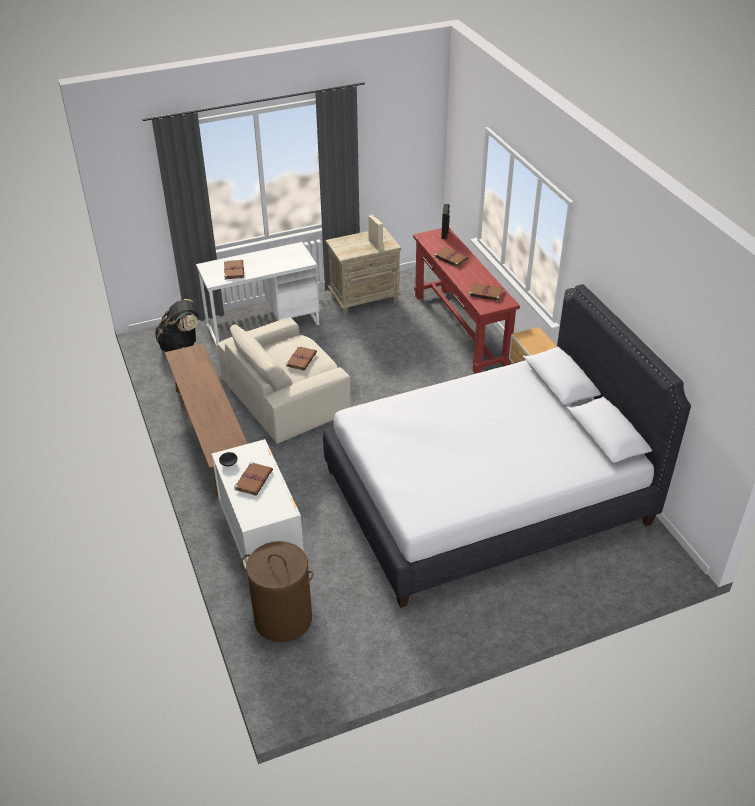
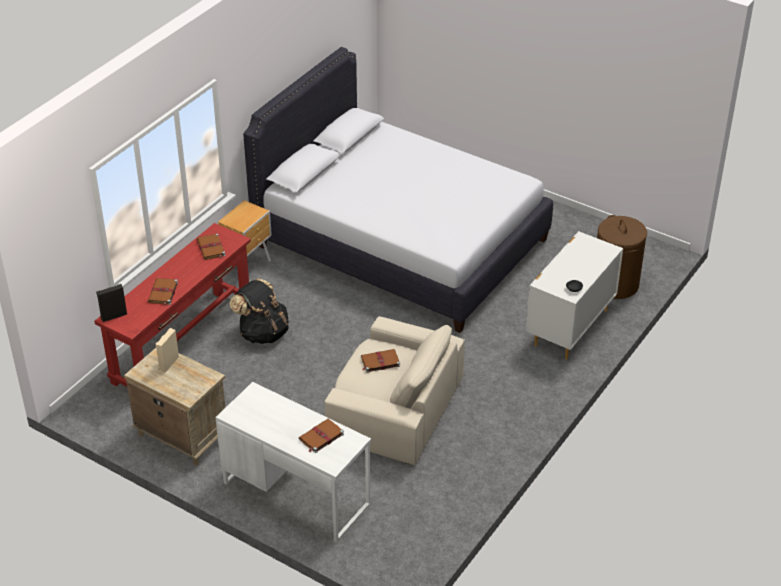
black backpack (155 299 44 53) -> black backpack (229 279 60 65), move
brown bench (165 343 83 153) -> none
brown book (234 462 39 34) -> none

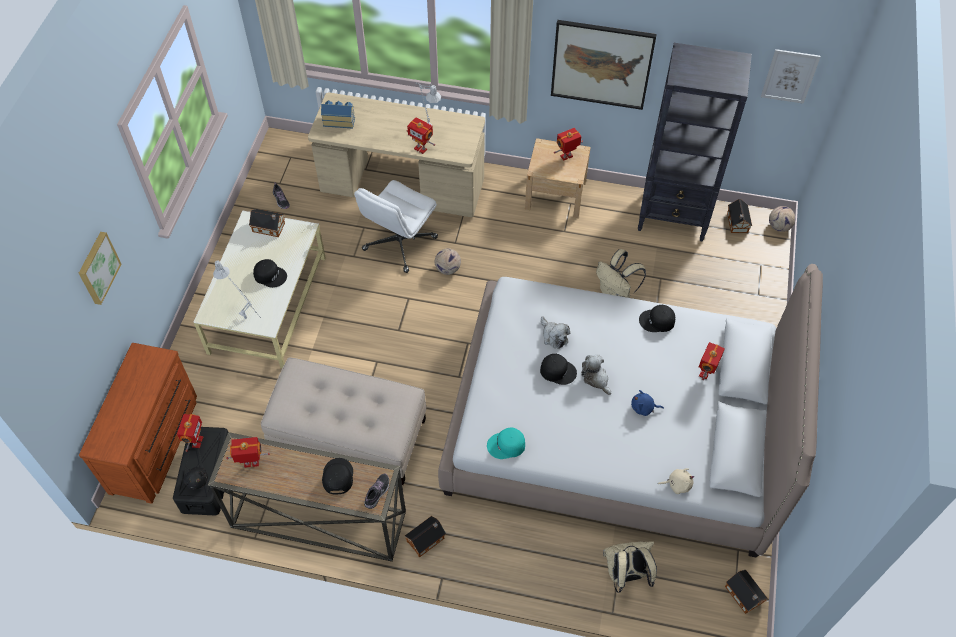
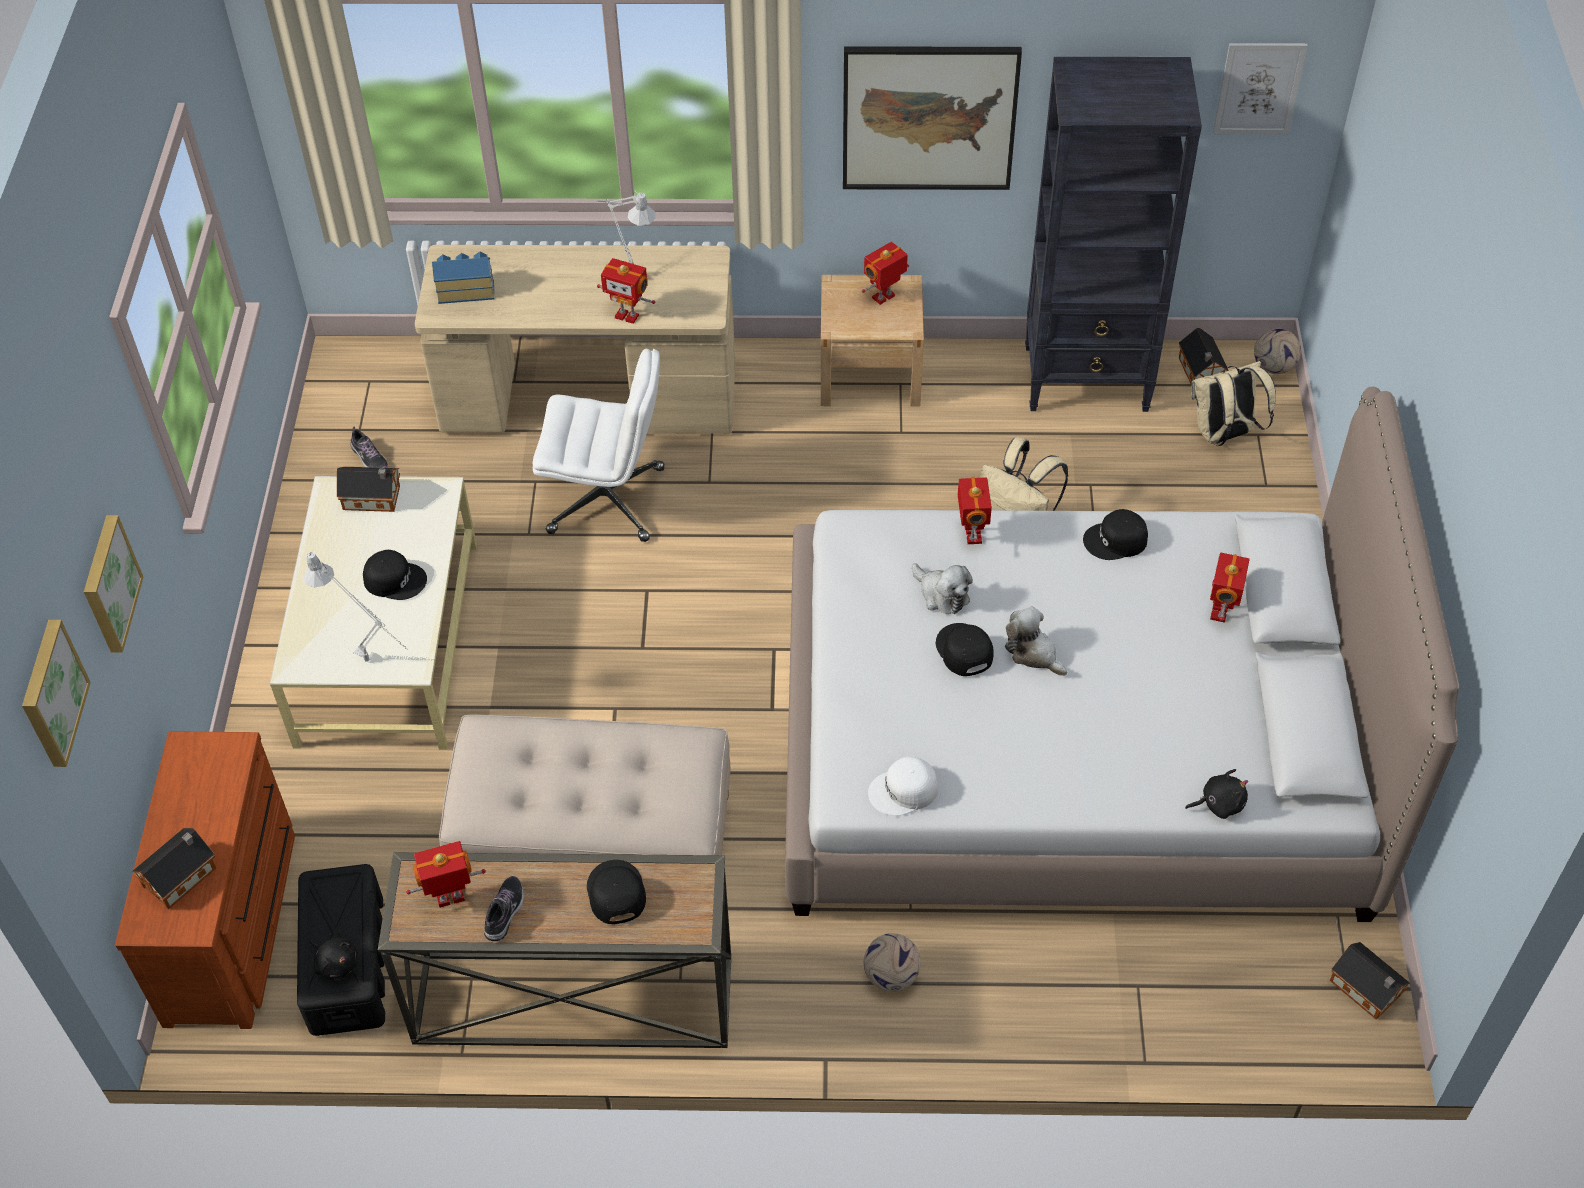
toy robot (177 414 26 38) -> toy robot (958 477 34 67), move
white office chair (354 180 84 93) -> white office chair (533 349 131 193), 105 degrees counterclockwise
shoe (364 473 25 36) -> shoe (484 876 40 65), move
toy house (405 516 41 41) -> toy house (132 828 84 81), move
football (435 248 26 27) -> football (864 933 57 59), move
turquoise cap (487 428 38 31) -> white cap (868 756 70 60)
black cap (540 354 37 31) -> black cap (936 623 58 53), 120 degrees counterclockwise
beige backpack (603 541 54 52) -> beige backpack (1191 361 85 85), move
blue plush toy (631 390 33 26) -> none
beige plush toy (658 468 36 26) -> black plush toy (1185 769 63 50)
none -> picture (22 620 69 147)

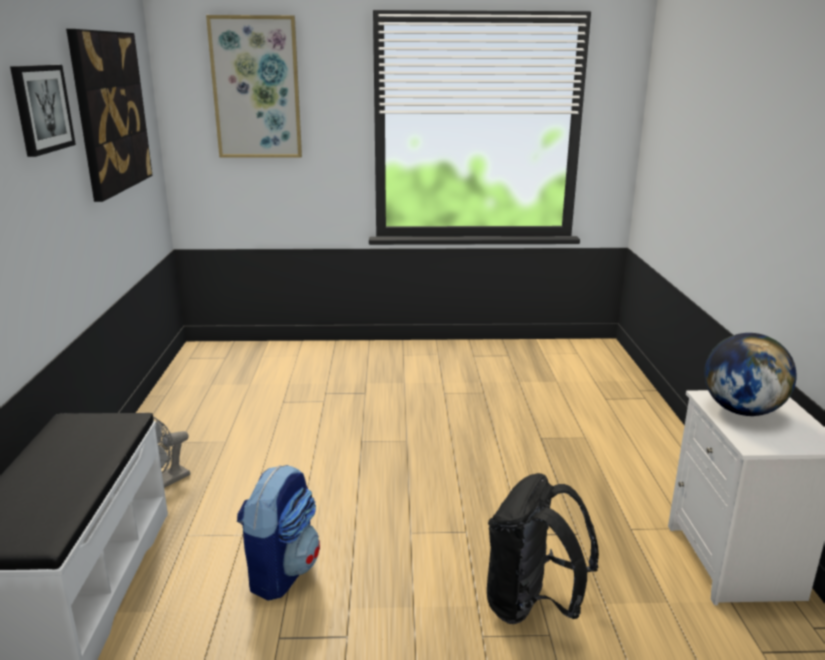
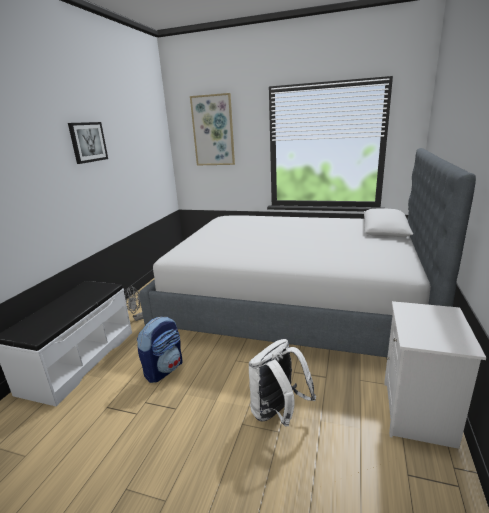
picture (66 29 87 173) -> none
black backpack (487 473 112 151) -> white backpack (249 339 67 87)
globe (704 333 93 83) -> none
none -> bed (139 148 337 209)

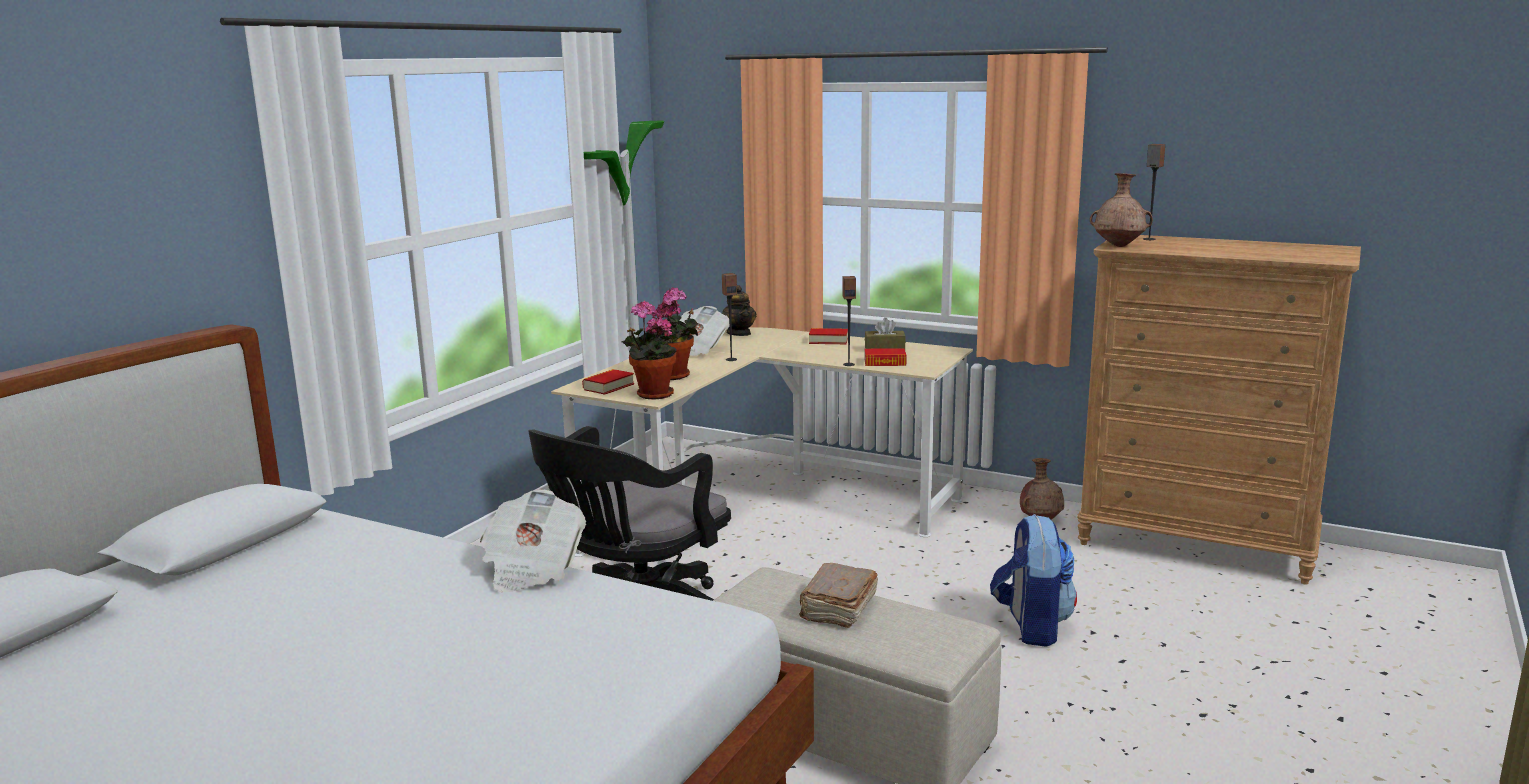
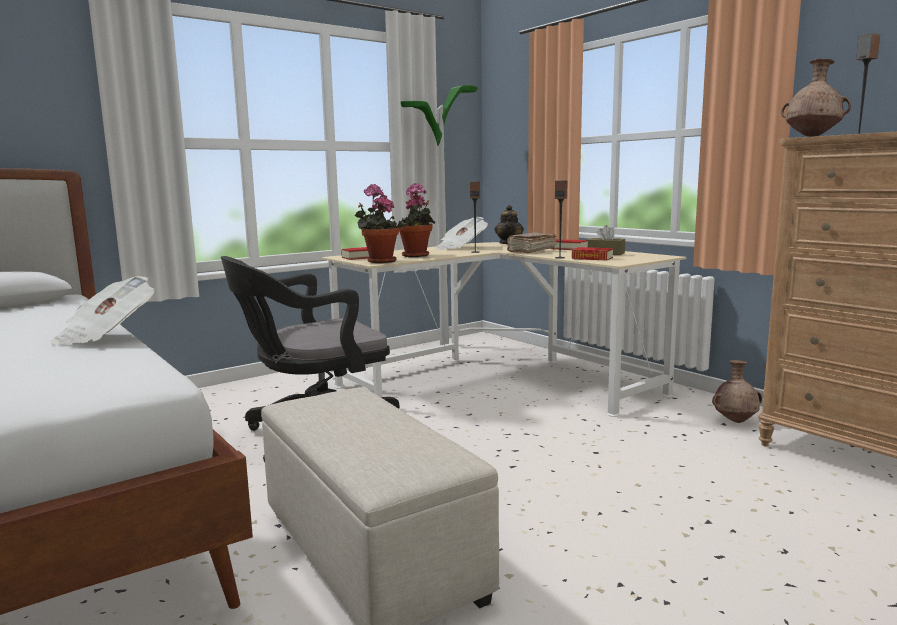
brown book (799 563 79 65) -> brown book (507 232 50 21), move
backpack (990 514 87 133) -> none

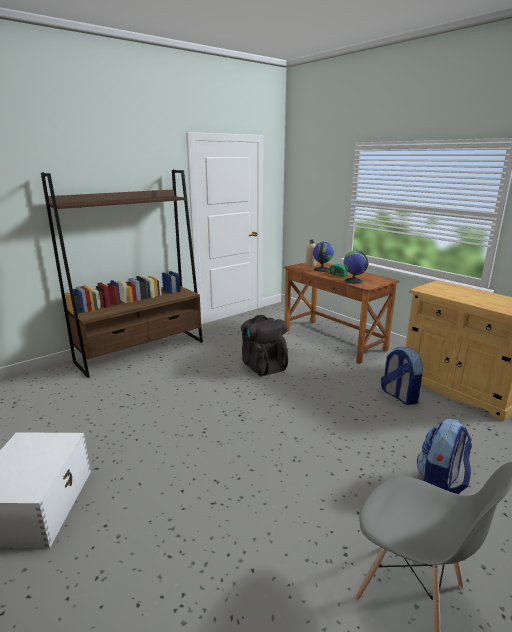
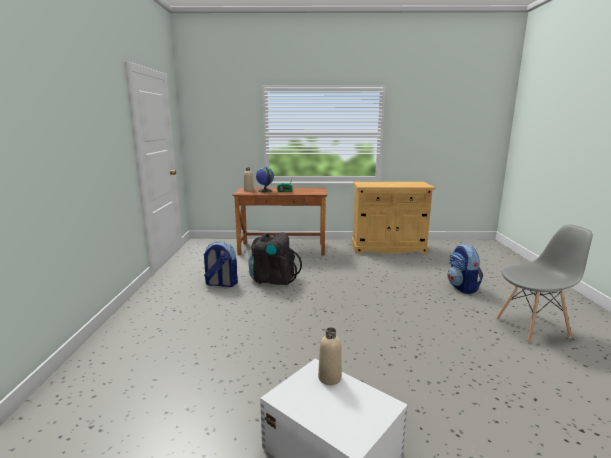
brown bookcase (41 170 162 208) -> none
globe (344 251 24 33) -> none
backpack (381 346 42 59) -> backpack (203 242 35 45), move
none -> beige bottle (318 327 24 58)

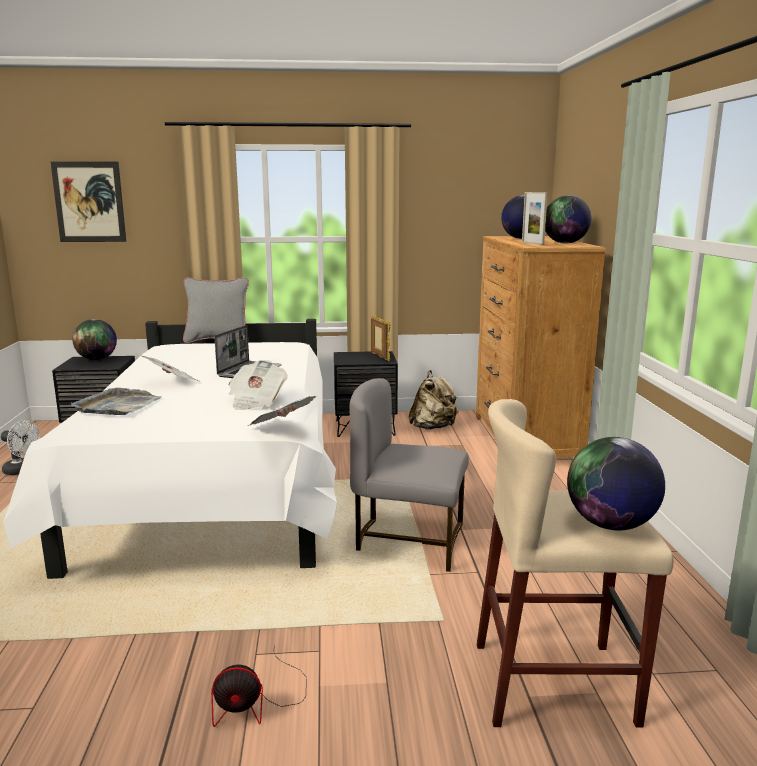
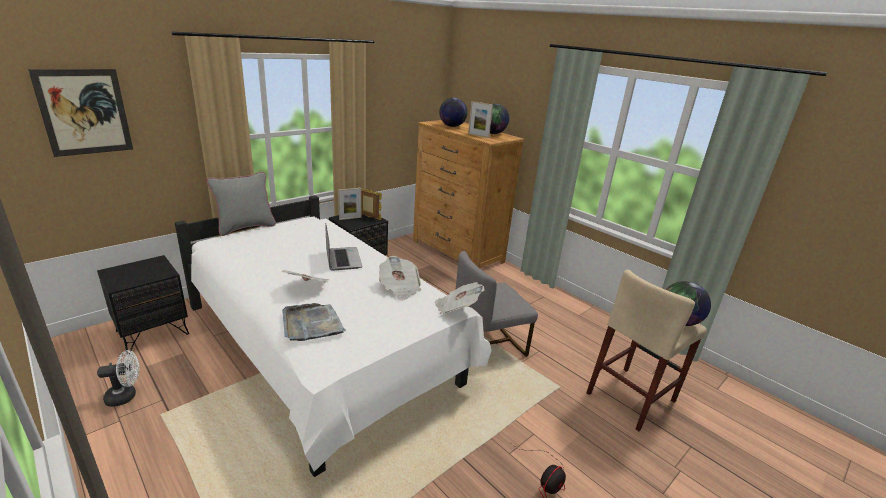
globe (72 319 45 41) -> none
beige backpack (409 370 50 60) -> none
none -> picture frame (338 188 23 32)

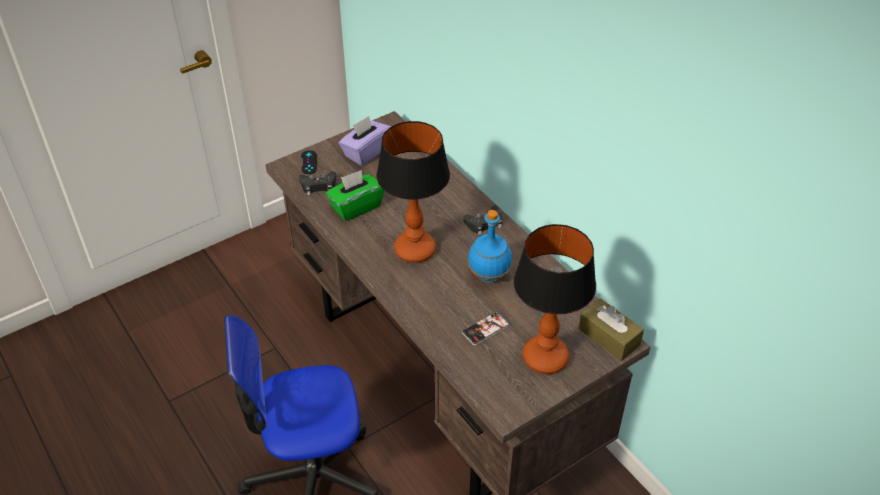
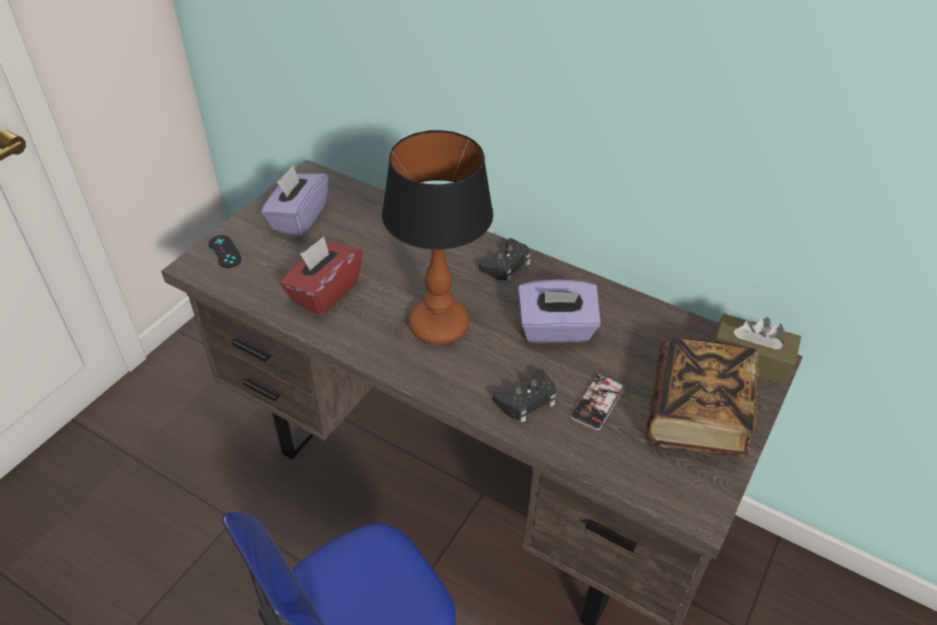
black game controller (299 171 37 24) -> black game controller (493 369 63 54), move
green tissue box (326 170 58 51) -> red tissue box (280 236 82 79)
blue bottle (468 210 44 73) -> purple tissue box (518 280 83 63)
table lamp (513 224 83 150) -> book (647 337 112 121)

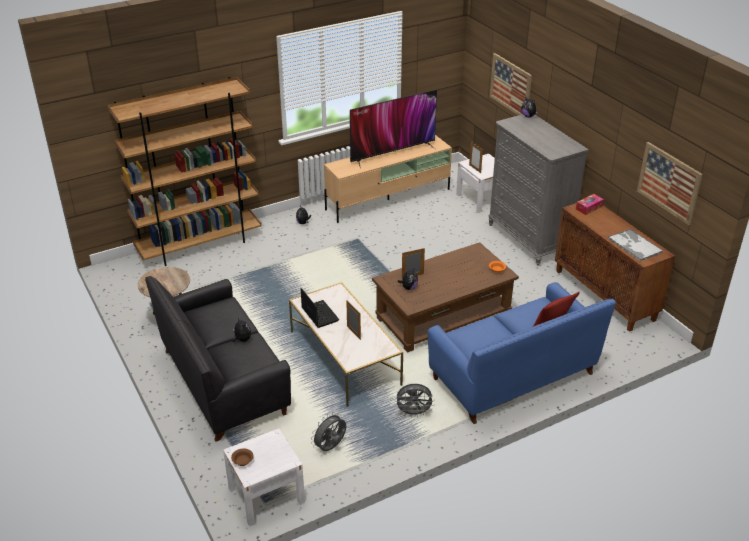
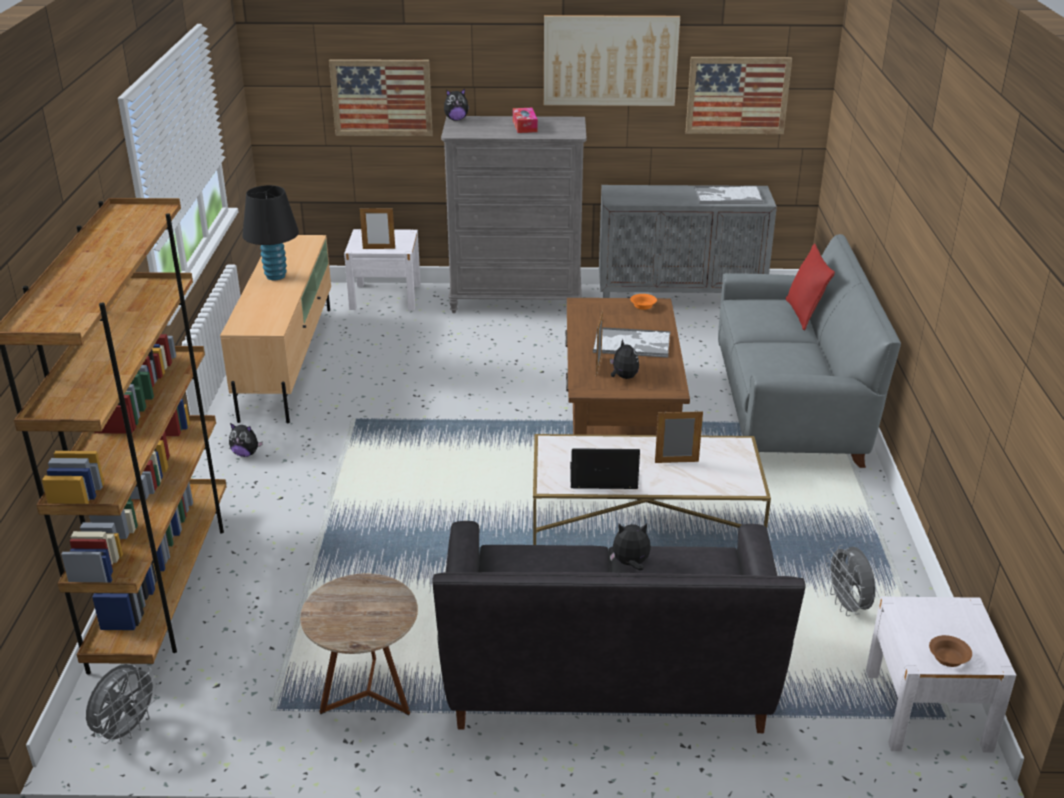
television (350 89 87 80) -> black table lamp (242 185 57 95)
grey fan (395 384 40 33) -> grey fan (86 664 73 80), move
blue sofa (428 282 188 142) -> grey sofa (718 234 183 234)
brown cabinet (555 203 120 129) -> grey cabinet (599 185 178 113)
tissue box (576 194 28 21) -> tissue box (513 108 25 25), move
none -> picture (544 15 136 91)
none -> tray (593 327 78 31)

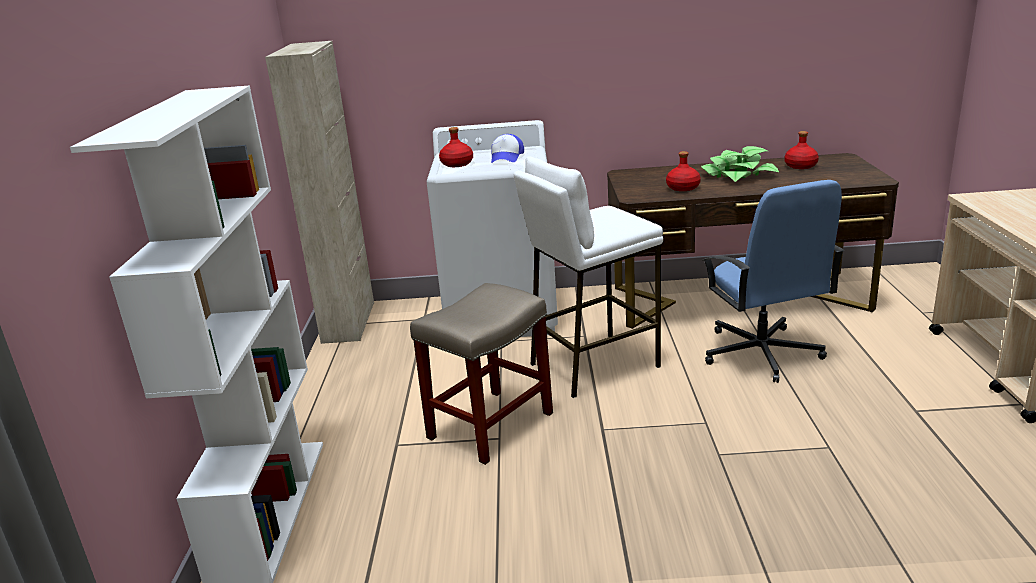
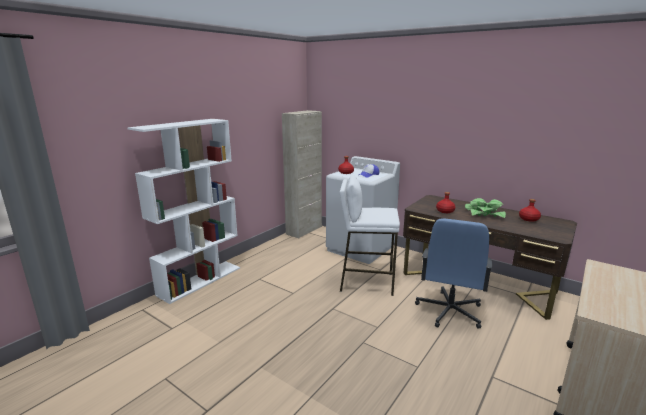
beige stool (410 283 143 182) -> none

